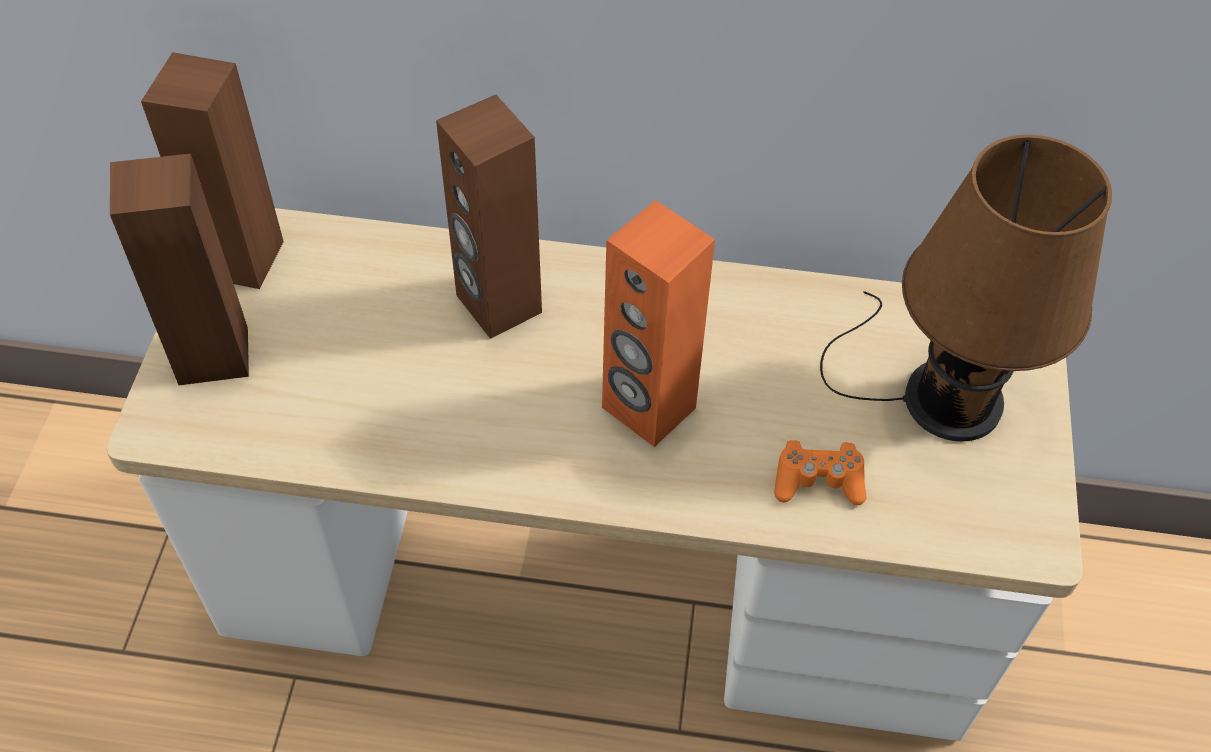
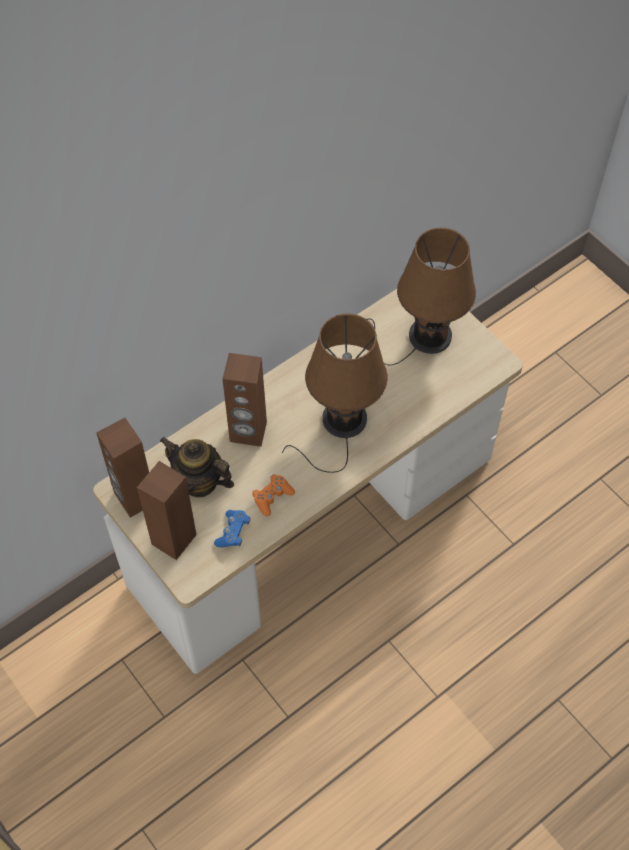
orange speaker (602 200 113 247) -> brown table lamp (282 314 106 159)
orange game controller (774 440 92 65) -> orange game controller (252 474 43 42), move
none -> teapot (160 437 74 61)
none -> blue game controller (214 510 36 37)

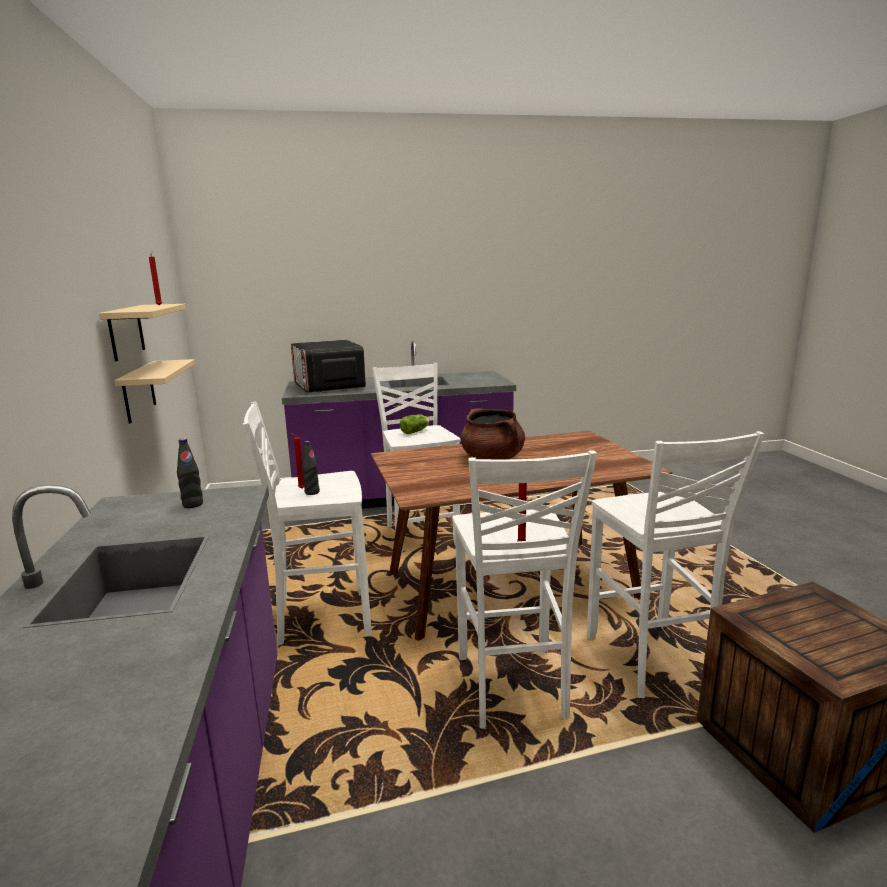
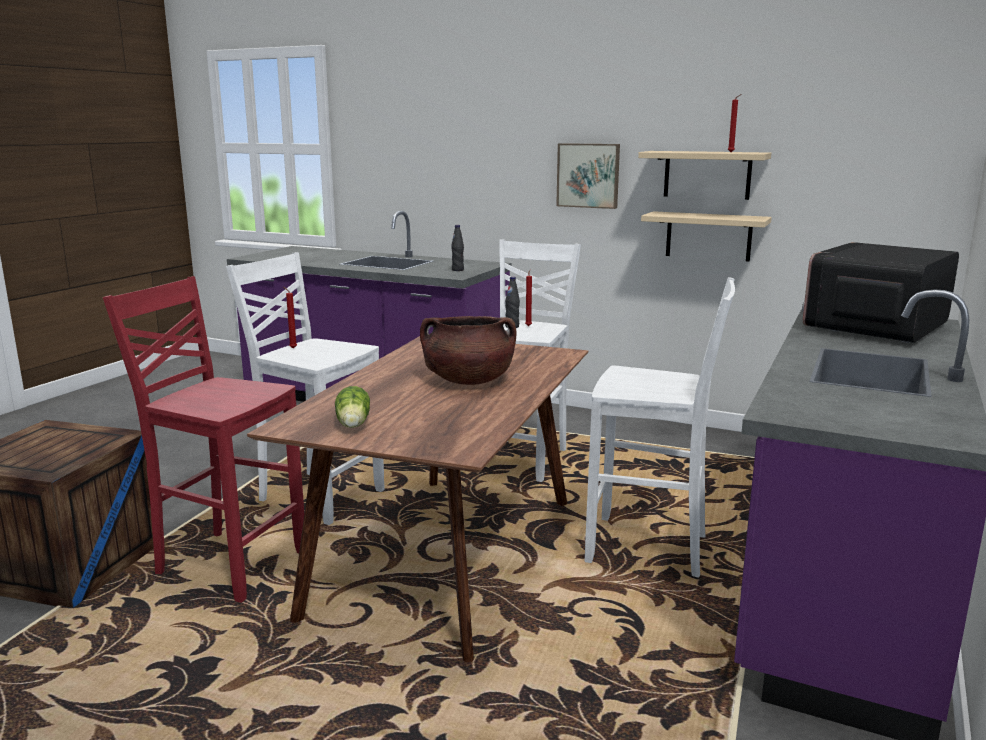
microwave (291 340 75 53) -> microwave (802 242 157 101), 60 degrees counterclockwise
lettuce (400 414 30 20) -> lettuce (335 386 35 42), move
white stool (587 431 178 267) -> red stool (103 276 201 327)
none -> picture (556 143 64 66)

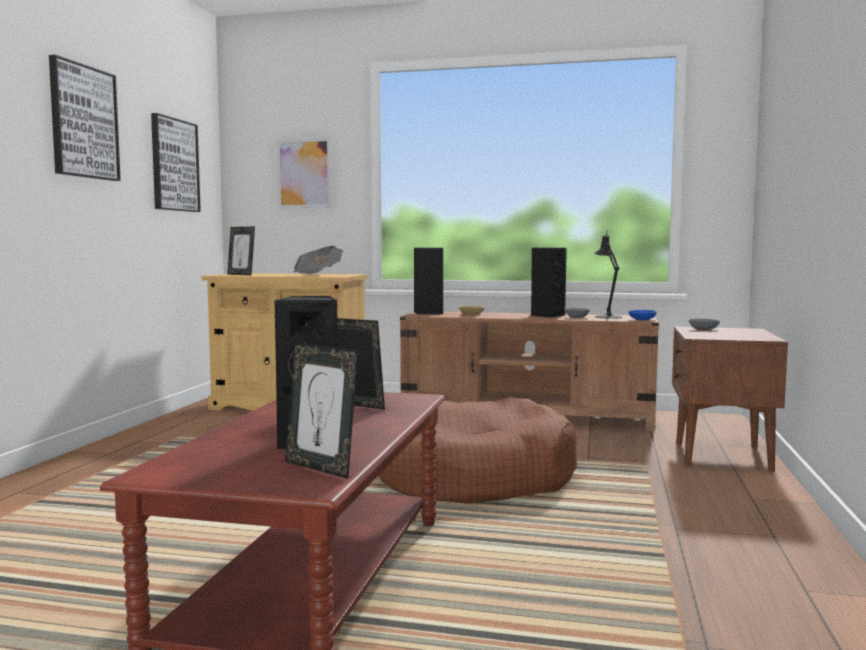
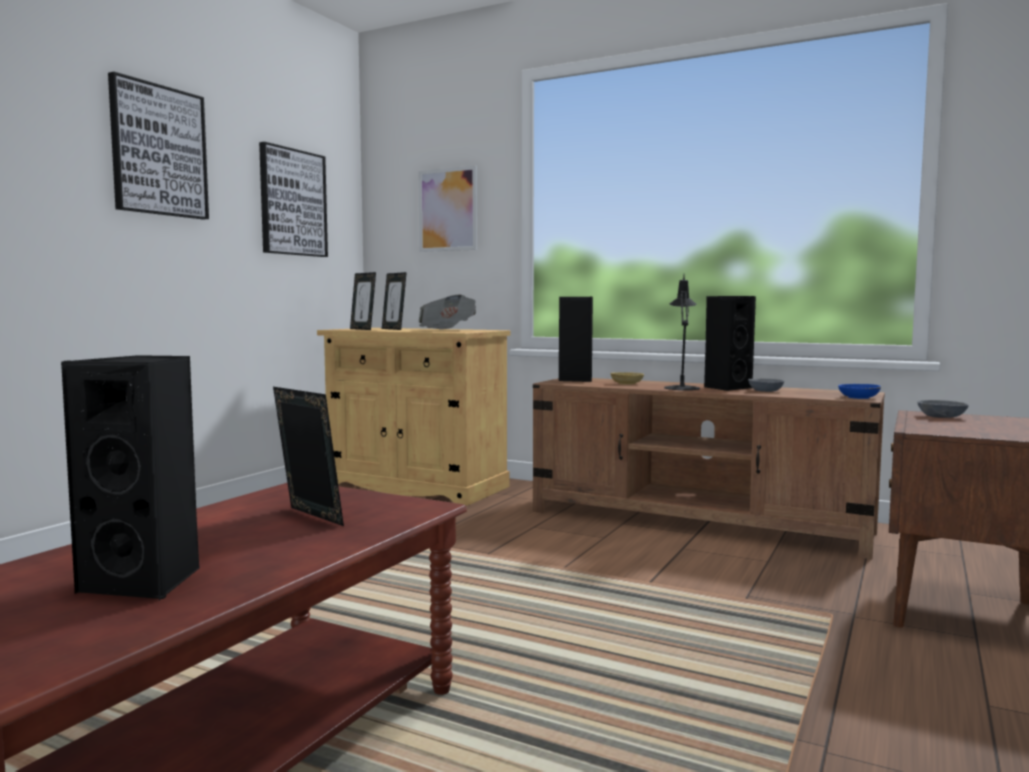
picture frame (285 342 73 137) -> picture frame (382 272 25 58), move
brown dog bed (378 397 199 107) -> none
black table lamp (594 231 28 88) -> black table lamp (664 274 36 116), move

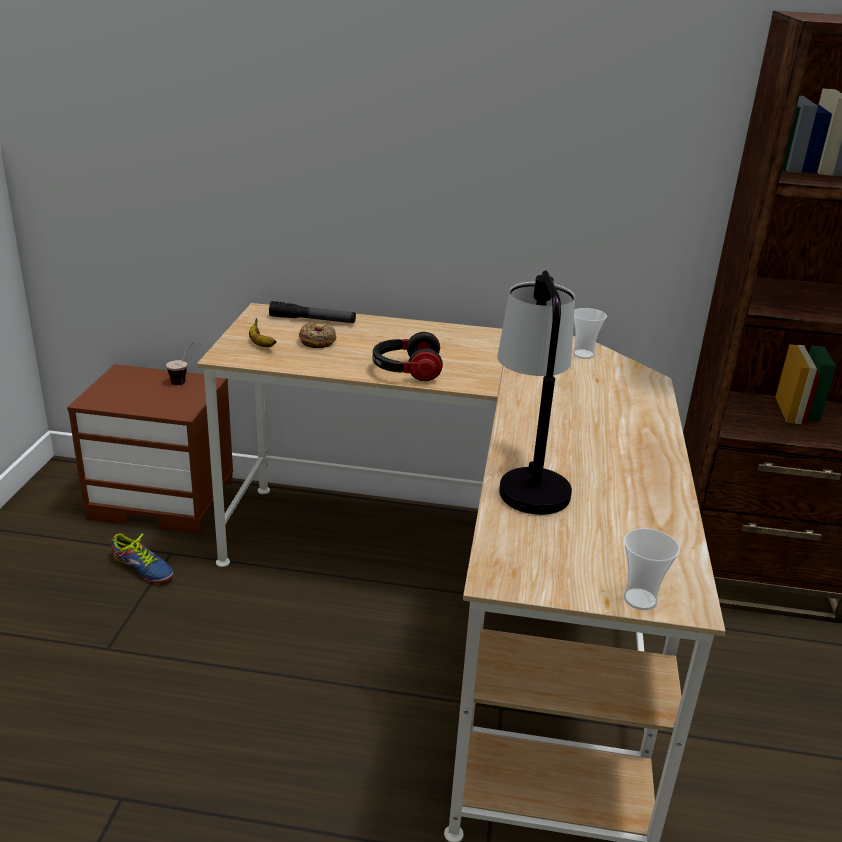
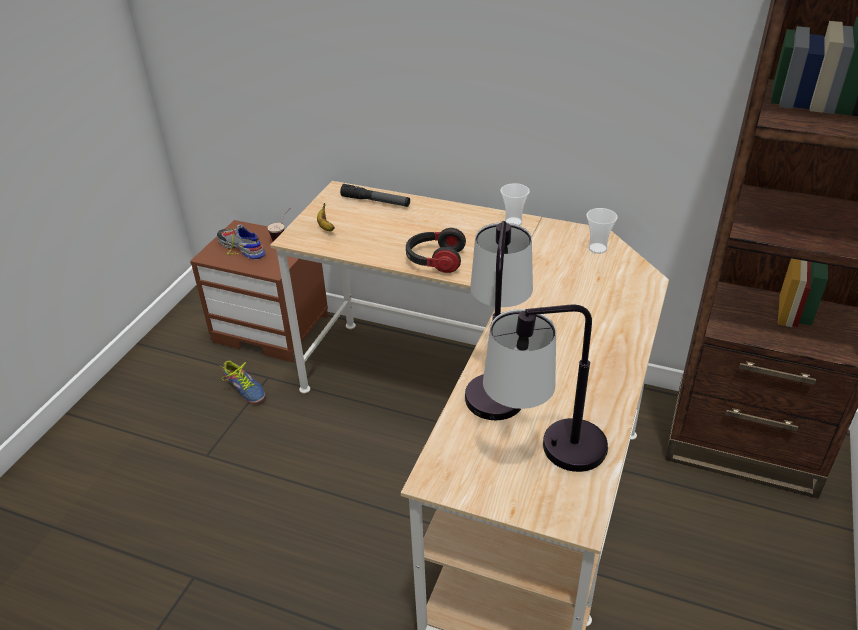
donut (299 322 37 26) -> none
cup (624 528 56 82) -> cup (501 183 29 42), move
none -> shoe (216 225 49 35)
none -> table lamp (483 305 125 167)

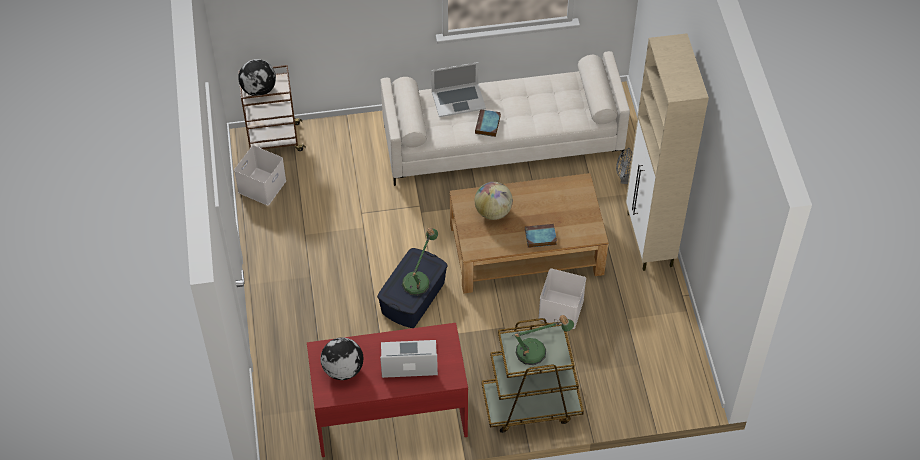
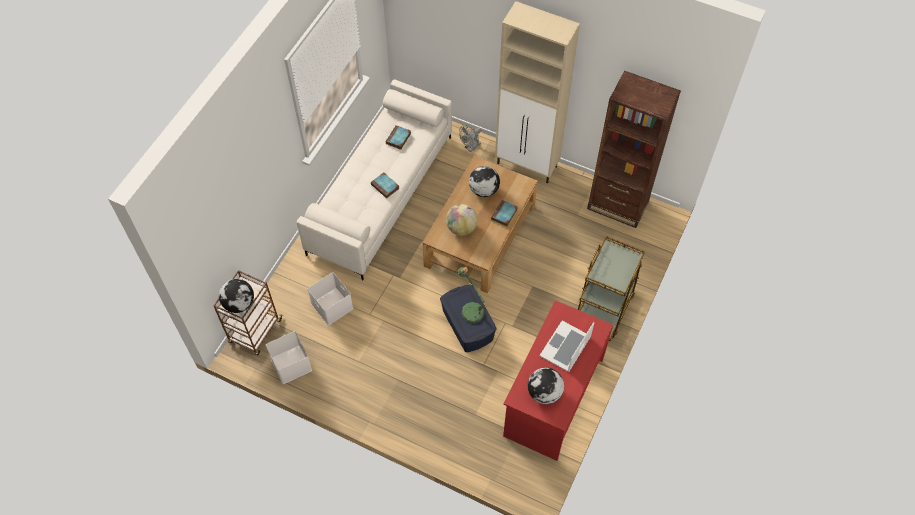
laptop (431 62 55 55) -> none
table lamp (515 315 59 50) -> none
white storage box (538 268 48 61) -> white storage box (307 272 46 53), move
none -> book (386 125 25 25)
none -> globe (469 166 31 31)
none -> brown bookcase (587 71 94 157)

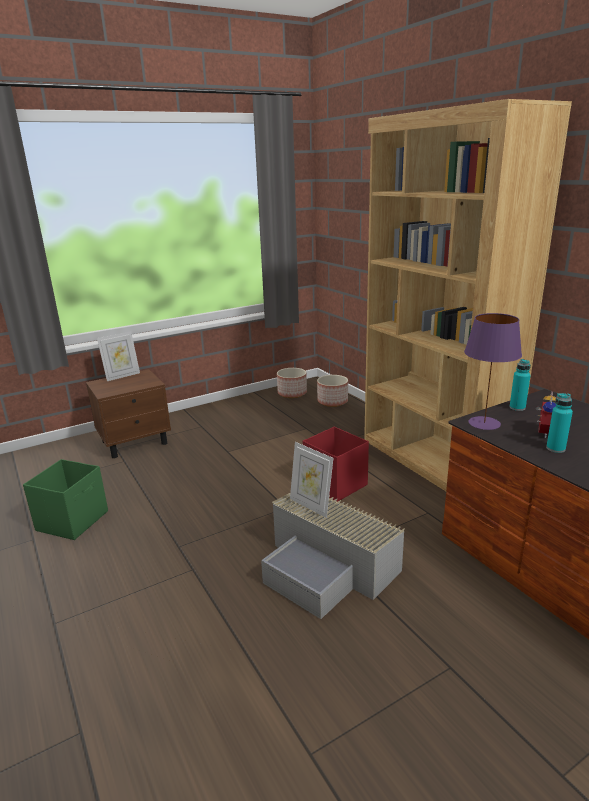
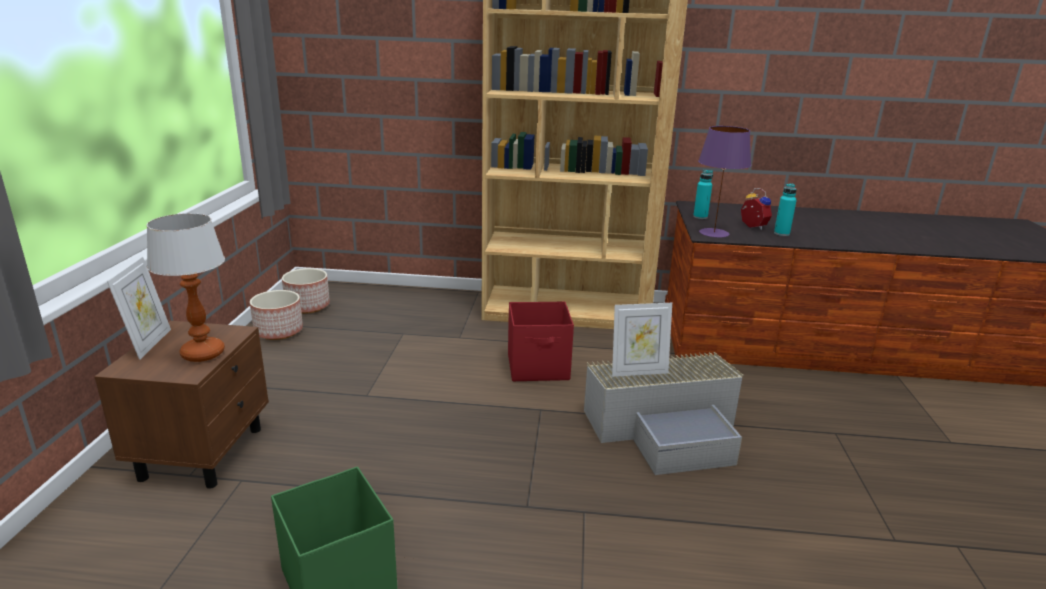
planter (317 375 31 32) -> planter (250 290 53 50), move
none -> table lamp (146 213 79 149)

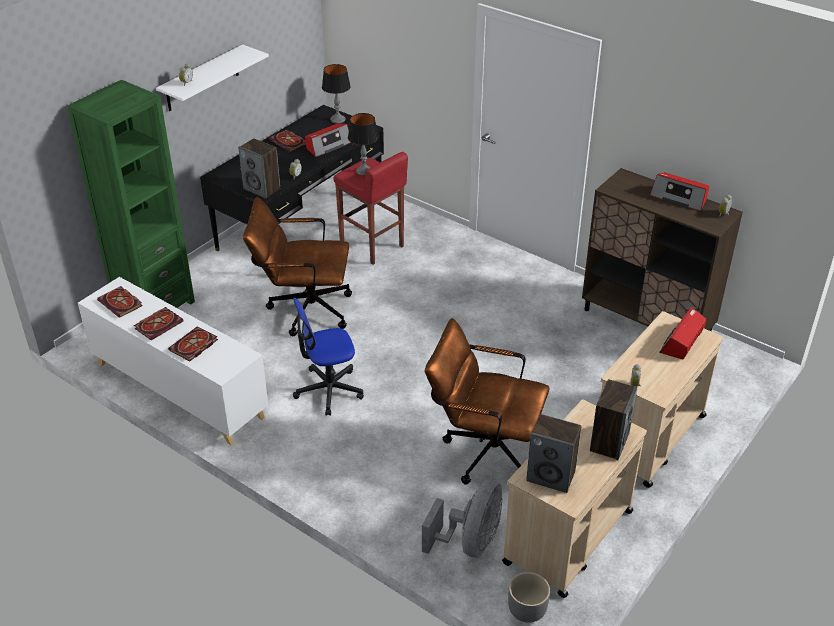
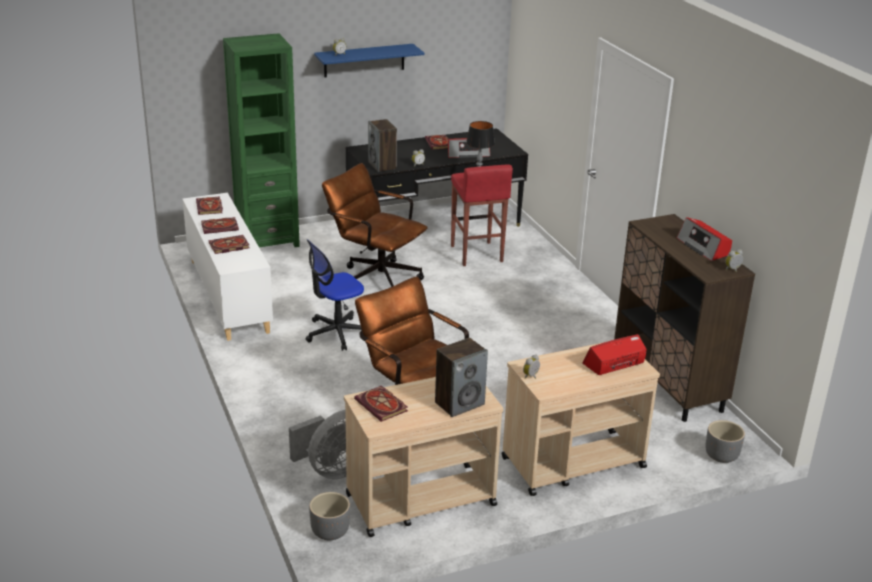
white shelf (156 45 113 66) -> blue shelf (314 44 110 34)
office chair (293 298 71 118) -> office chair (306 239 58 112), 45 degrees counterclockwise
table lamp (322 64 29 60) -> none
speaker (526 414 55 79) -> book (354 386 54 36)
none -> grey planter (706 420 39 43)

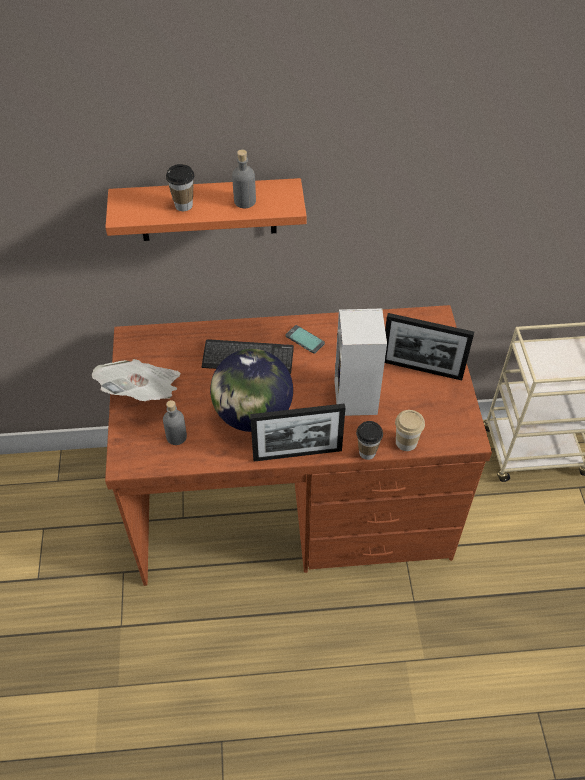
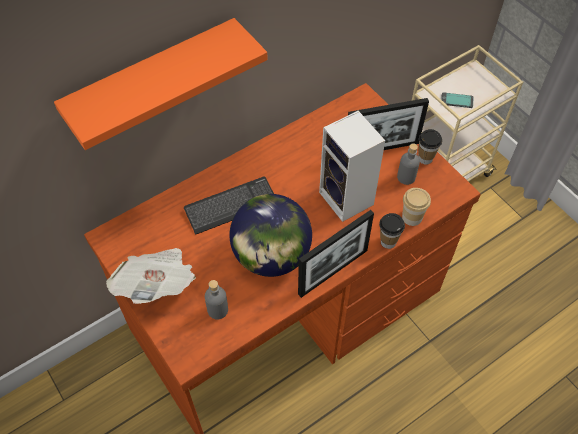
cup (166 164 29 47) -> cup (418 129 24 36), move
grey bottle (232 149 24 59) -> grey bottle (397 143 23 42), move
phone (286 325 39 29) -> phone (441 92 32 16), move

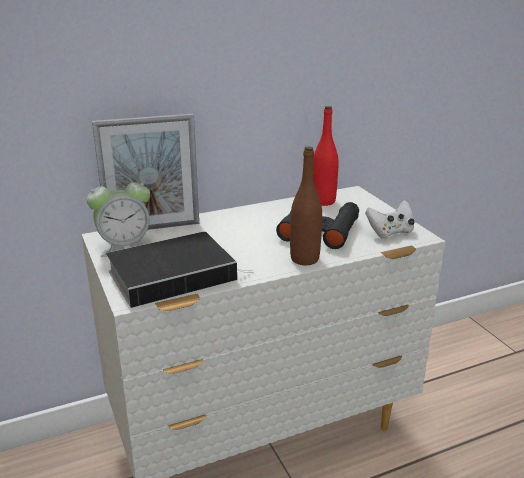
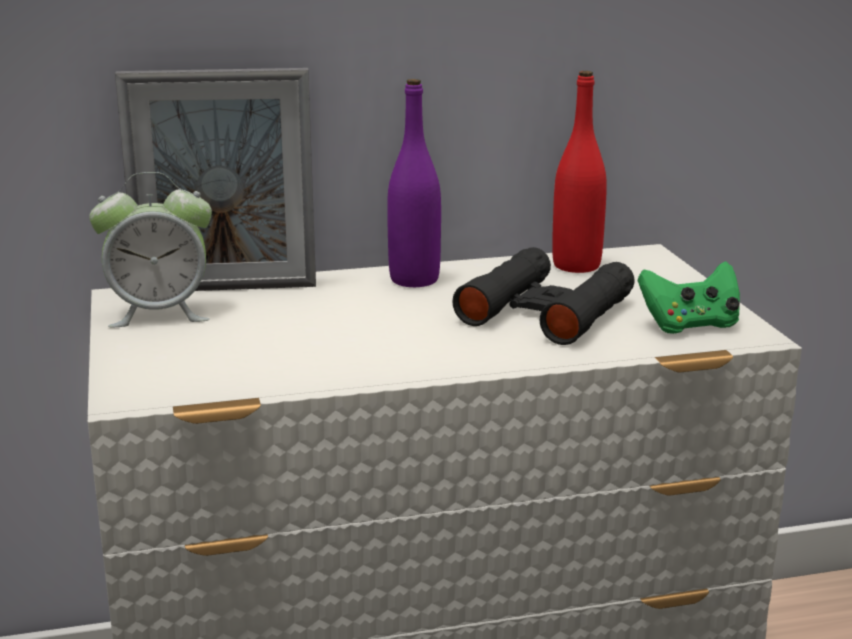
book (106 232 148 76) -> none
brown bottle (290 146 32 119) -> none
white game controller (365 200 50 38) -> green game controller (638 261 102 73)
none -> purple bottle (387 79 54 208)

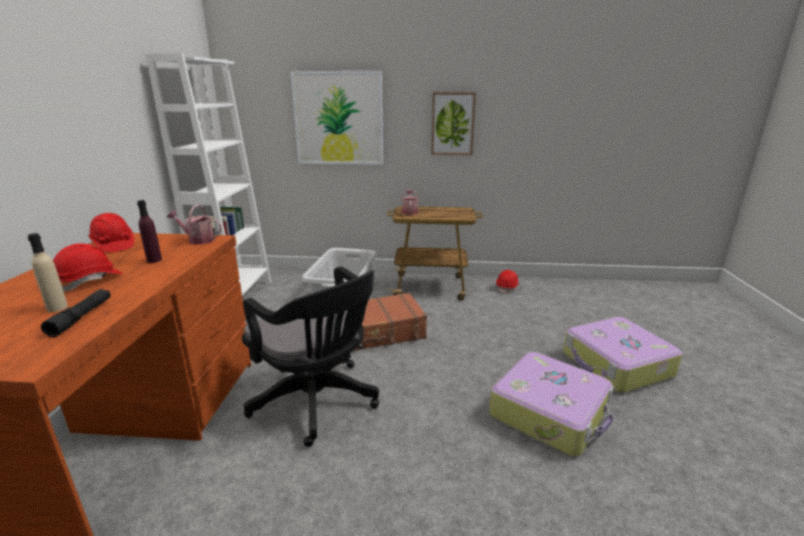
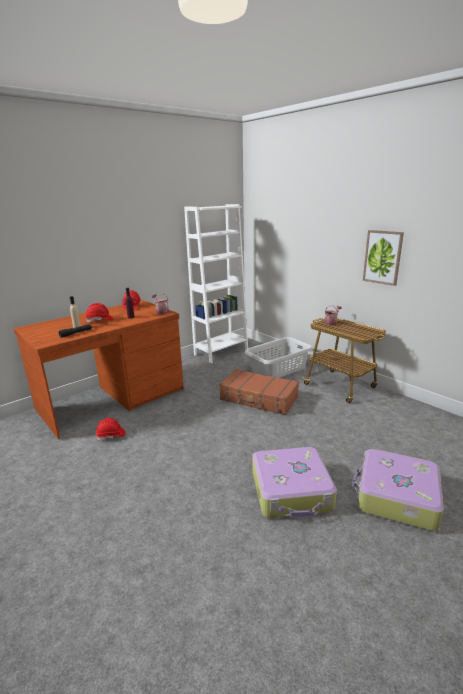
black office chair (242 266 137 181) -> none
picture (290 71 93 94) -> none
red hard hat (496 270 23 24) -> red hard hat (96 418 30 22), move

